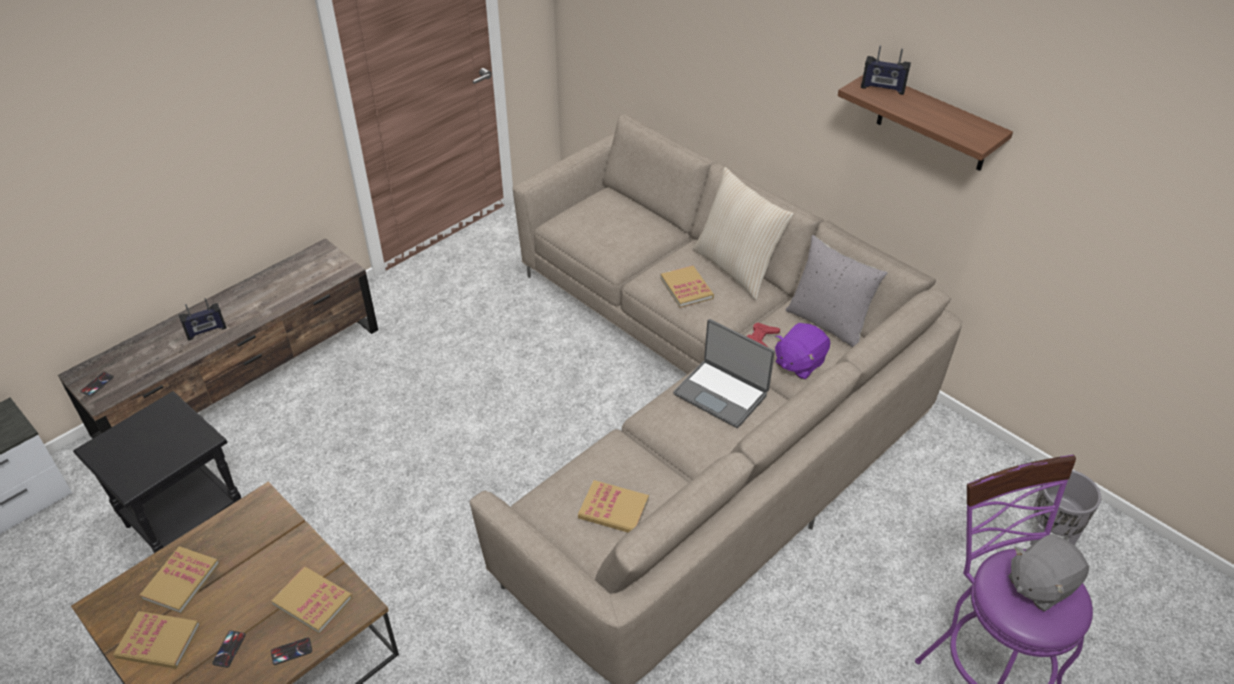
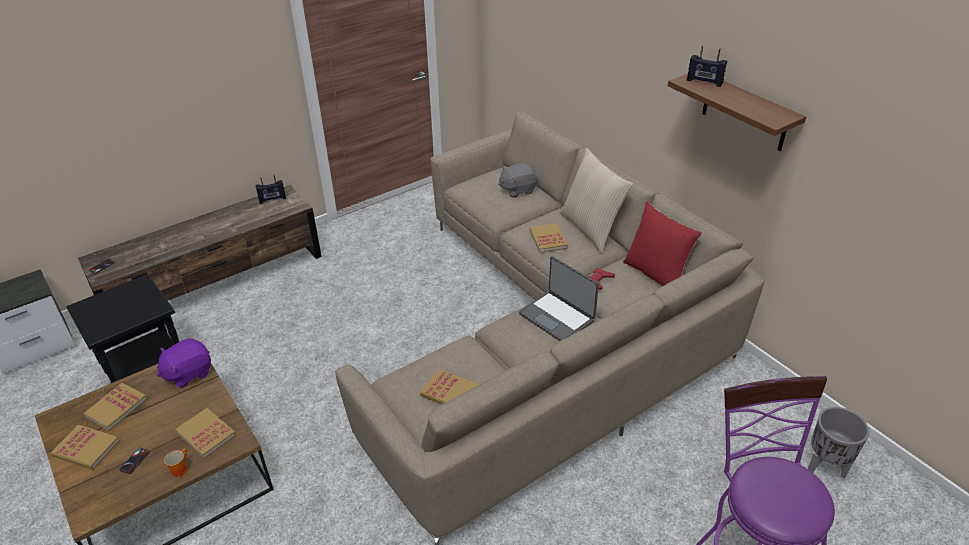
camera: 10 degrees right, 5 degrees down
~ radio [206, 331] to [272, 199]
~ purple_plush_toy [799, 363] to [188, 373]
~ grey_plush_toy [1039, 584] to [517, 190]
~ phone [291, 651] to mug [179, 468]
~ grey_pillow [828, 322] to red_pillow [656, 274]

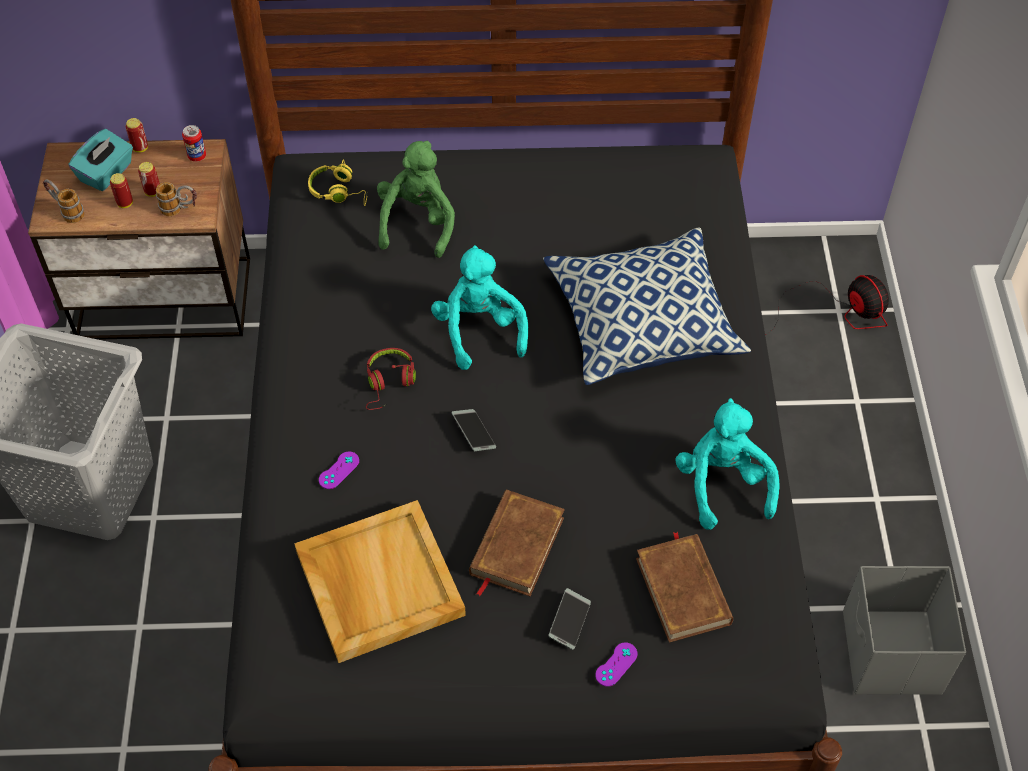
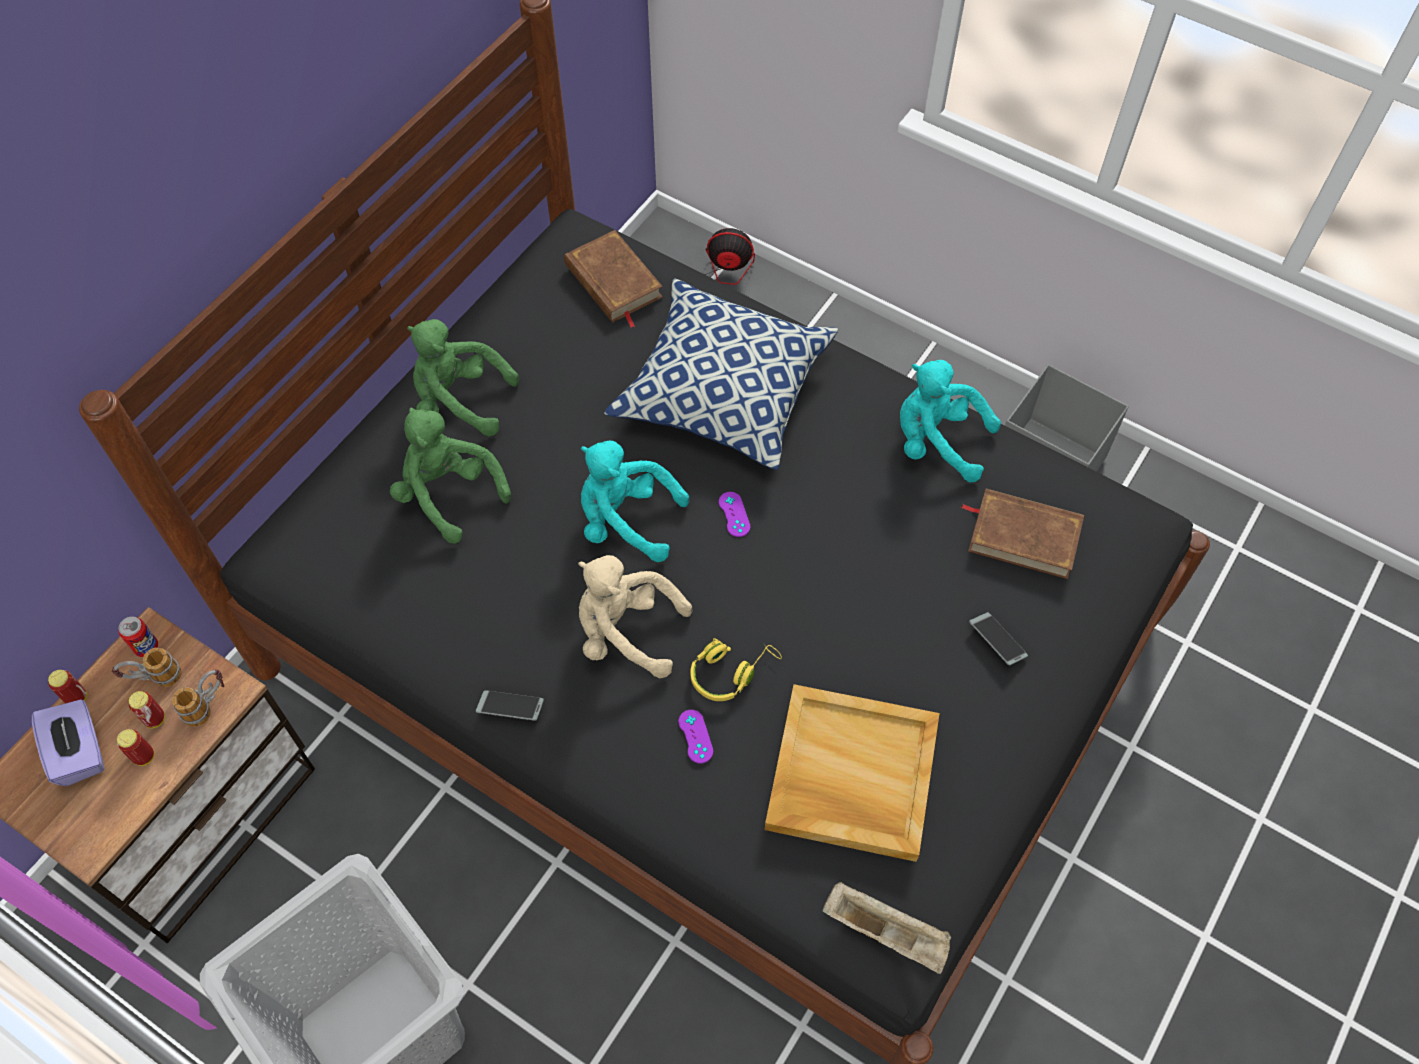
camera: 55 degrees left, 5 degrees up
+ green_plush_toy [460, 401]
+ beige_tray [887, 932]
~ mug [66, 211] to [154, 679]
~ yellow_headphones [339, 191] to [730, 672]
~ phone [473, 433] to [510, 708]
~ brown_book [516, 546] to [613, 282]
~ purple_game_controller [616, 664] to [734, 514]
~ red_headphones [389, 383] to beige_plush_toy [626, 632]
~ turquoise_tissue_box [107, 173] to purple_tissue_box [80, 752]

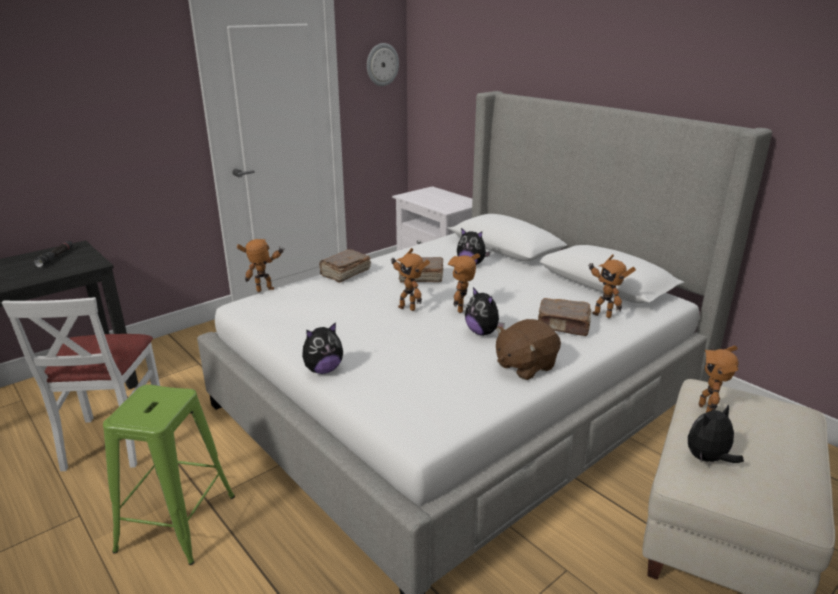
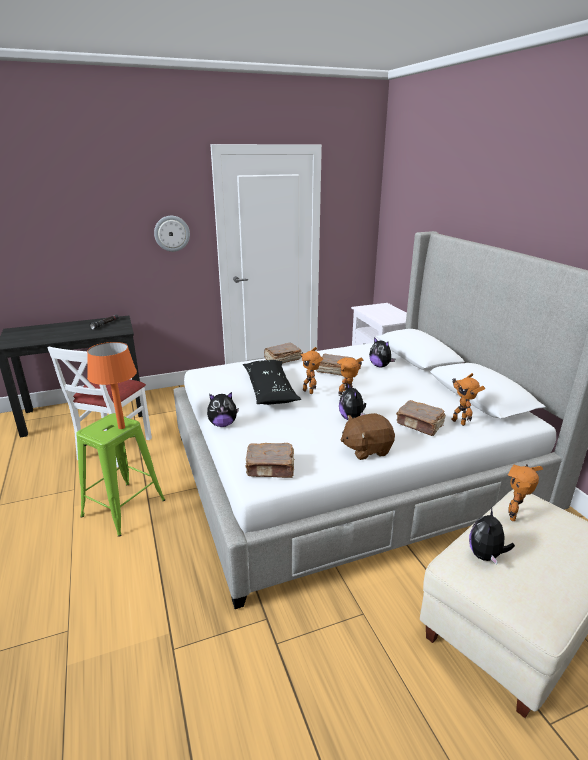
camera: 20 degrees right, 0 degrees up
- toy_robot [266, 291]
+ orange_table_lamp [122, 427]
+ black_pillow [270, 390]
+ brown_book [271, 468]
~ wall_clock [382, 64] to [172, 233]
~ plush_toy [708, 459] = [486, 555] 60 degrees counterclockwise

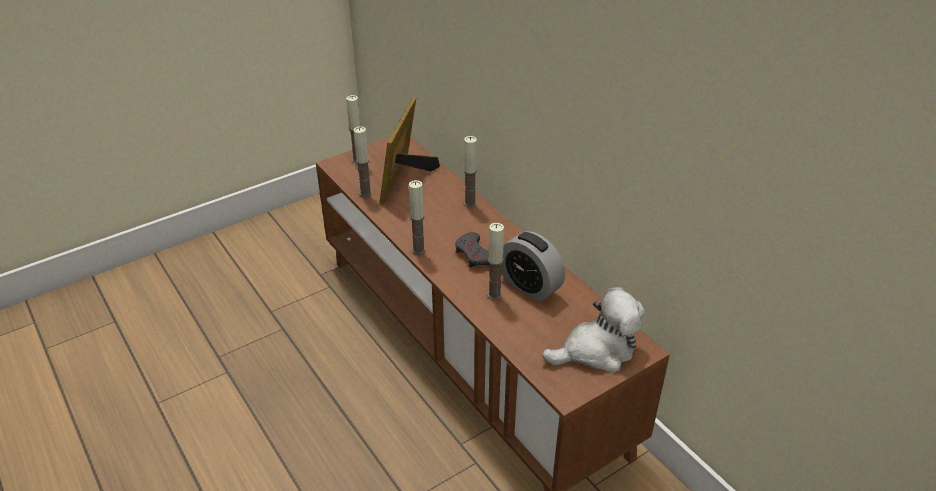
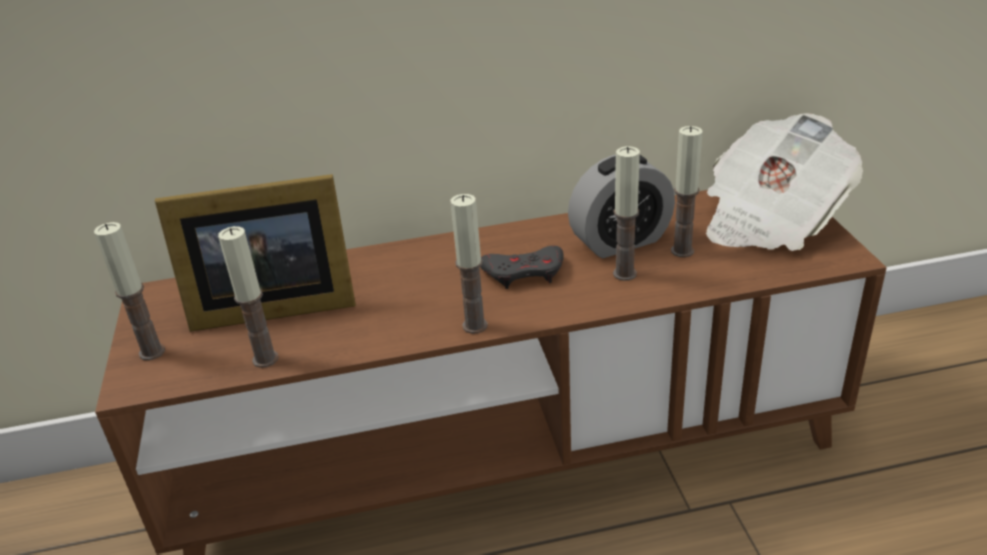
camera: 65 degrees left, 5 degrees down
~ candle [470, 203] to [682, 251]
~ plush_toy [596, 350] to newspaper [770, 219]
~ picture_frame [405, 179] = [268, 306] 45 degrees counterclockwise

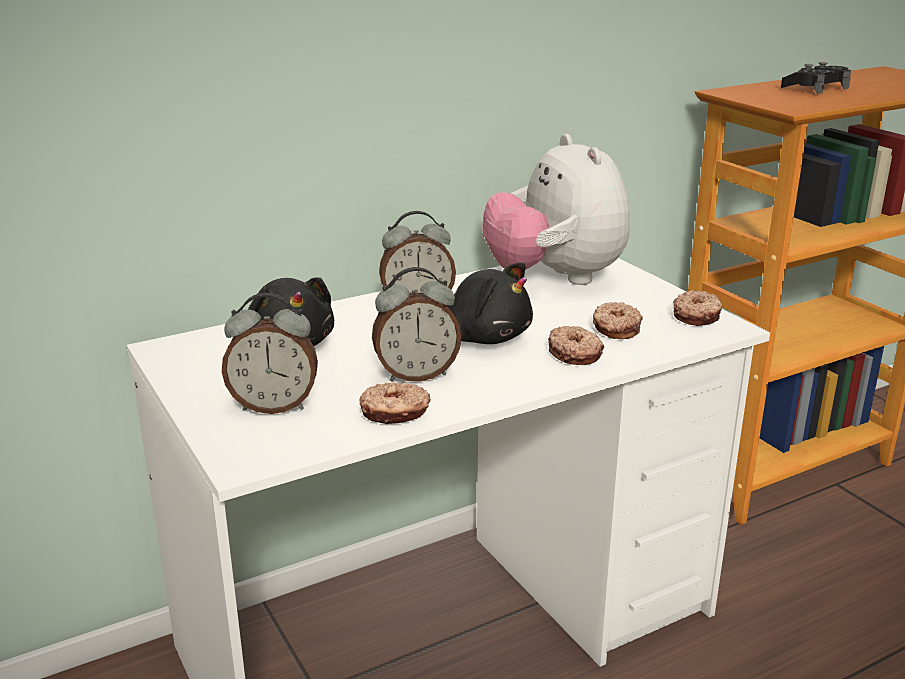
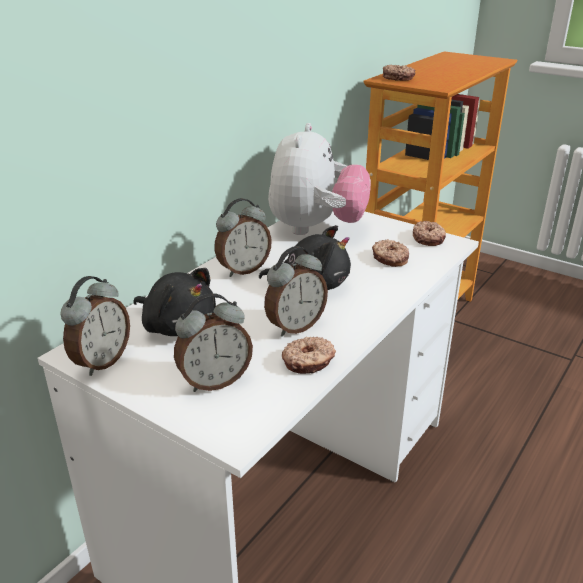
camera: 25 degrees left, 5 degrees up
- black_game_controller [815, 88]
+ alarm_clock [101, 361]
~ donut [575, 353] to [398, 78]
~ plush_toy [555, 278] = [316, 228] 120 degrees counterclockwise

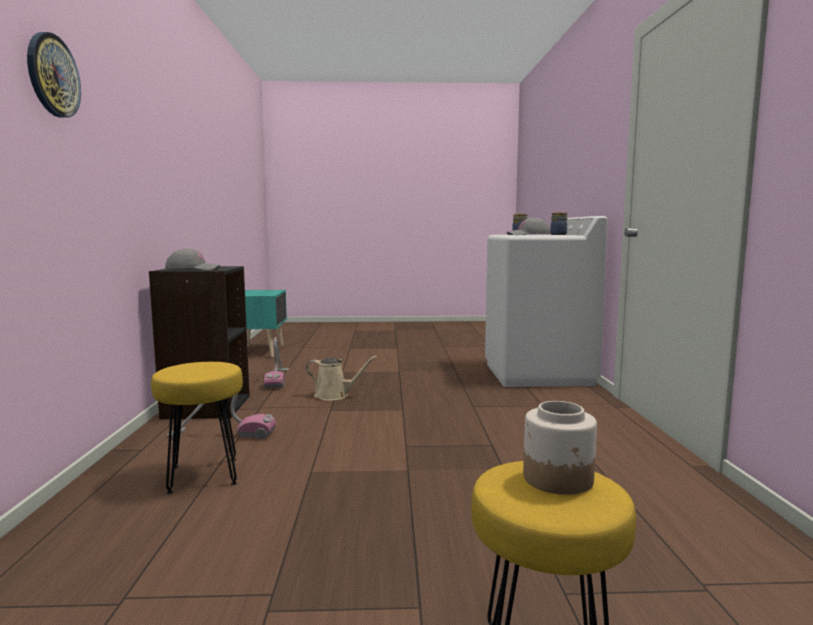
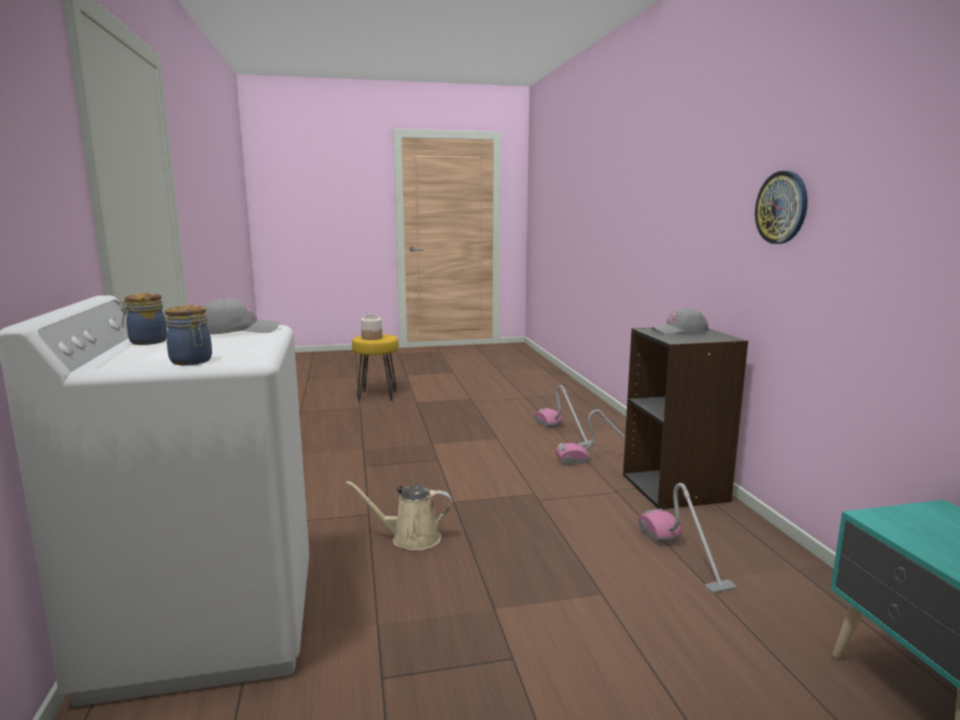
camera: 170 degrees right, 5 degrees up
~ wall_clock [52, 76] to [782, 207]
~ beige_watering_can [334, 395] to [410, 538]
~ yellow_stool [204, 475] to vacuum_cleaner [563, 432]

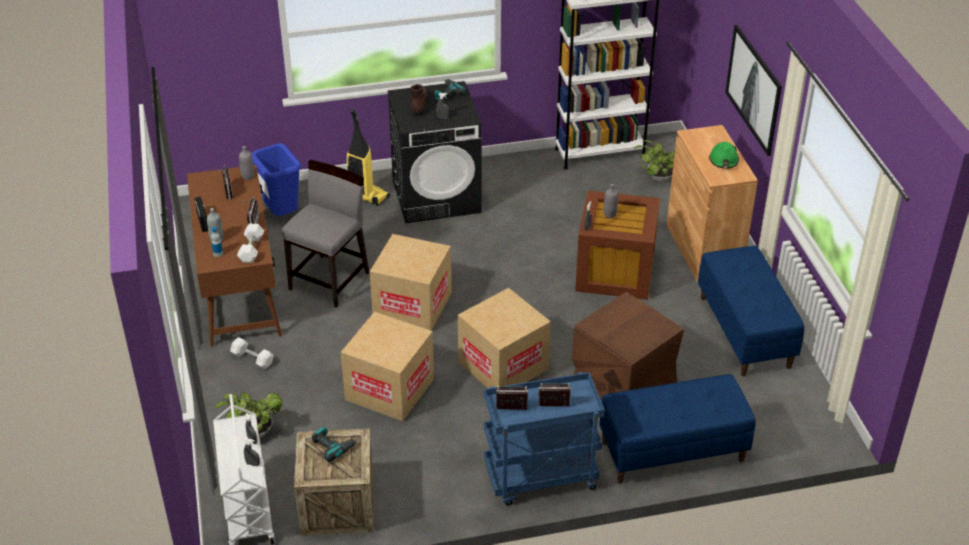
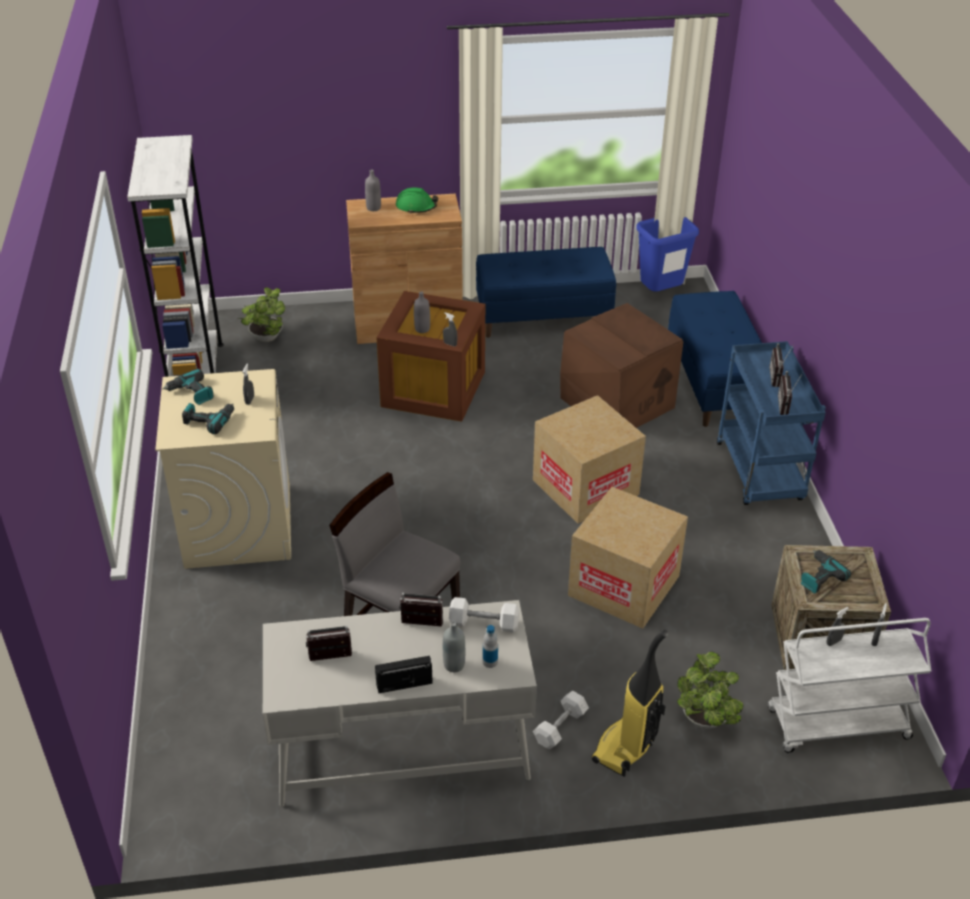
camera: 85 degrees left, 0 degrees up
- cardboard_box [412, 305]
- picture [753, 89]
~ grey_bottle [248, 176] to [373, 208]
~ blue_trash_can [282, 215] to [659, 294]
~ vacuum_cleaner [366, 196] to [626, 748]
~ brown_boot [418, 105] to power_drill [209, 420]
~ brown_desk [239, 289] to white_desk [401, 748]
~ black_washing_machine [437, 196] to beige_washing_machine [238, 525]

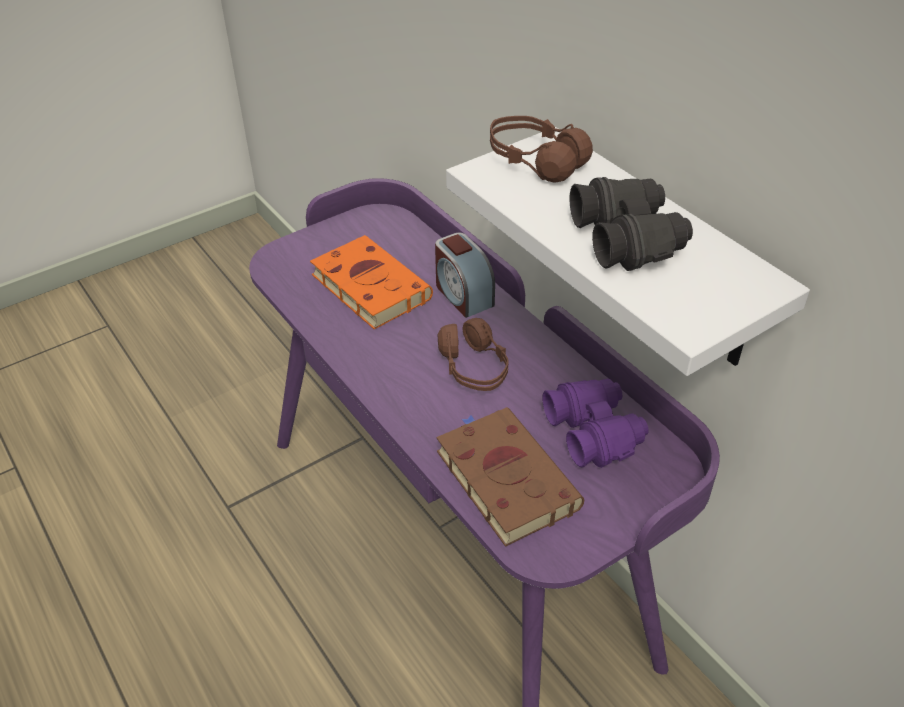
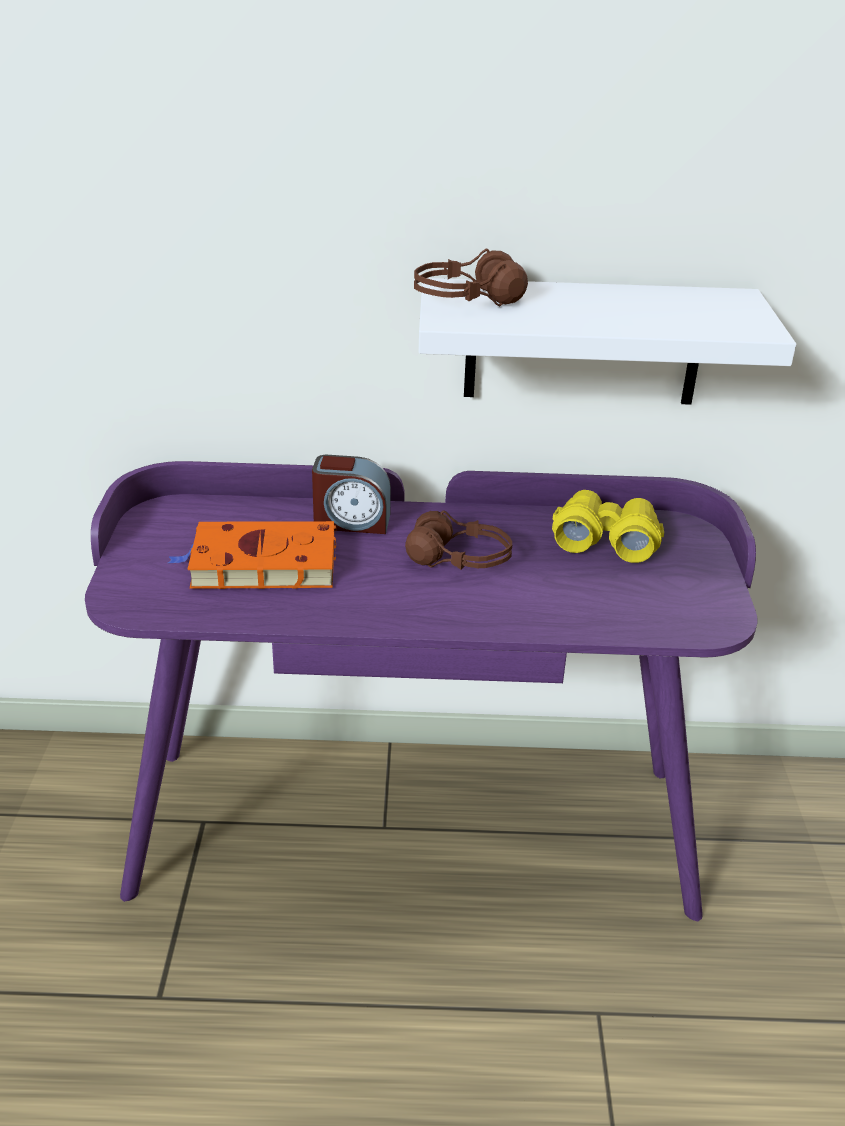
camera: 55 degrees left, 10 degrees down
- brown_book [503, 477]
- black_binoculars [628, 238]
~ purple_binoculars [594, 431] to yellow_binoculars [605, 540]

